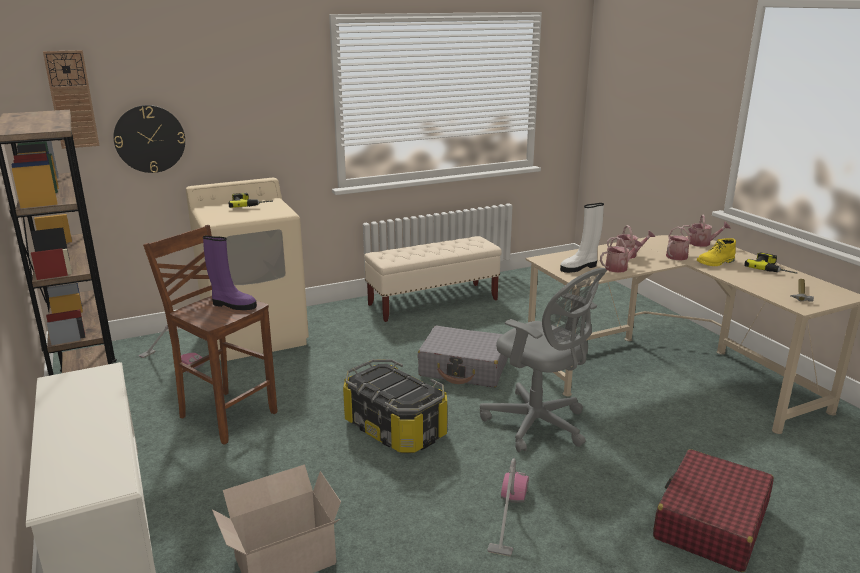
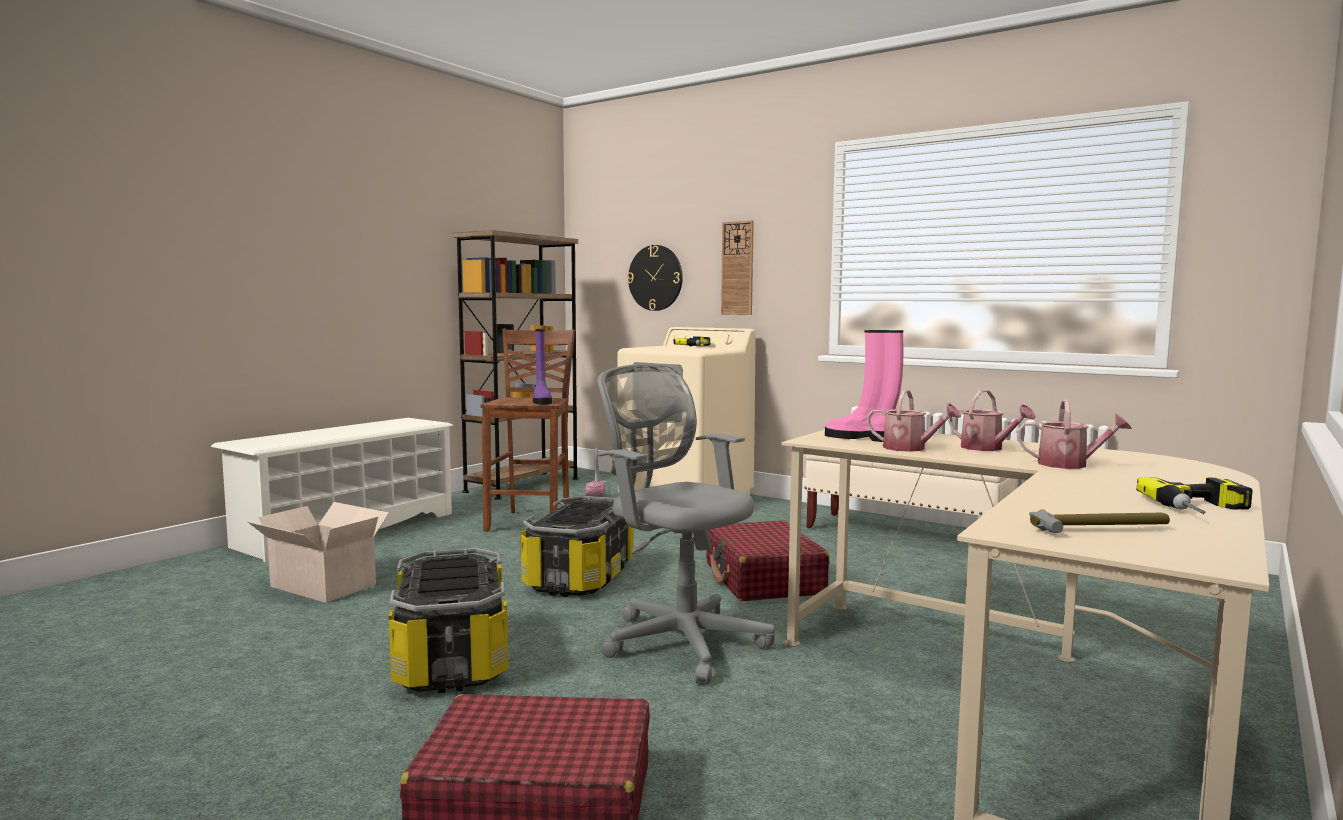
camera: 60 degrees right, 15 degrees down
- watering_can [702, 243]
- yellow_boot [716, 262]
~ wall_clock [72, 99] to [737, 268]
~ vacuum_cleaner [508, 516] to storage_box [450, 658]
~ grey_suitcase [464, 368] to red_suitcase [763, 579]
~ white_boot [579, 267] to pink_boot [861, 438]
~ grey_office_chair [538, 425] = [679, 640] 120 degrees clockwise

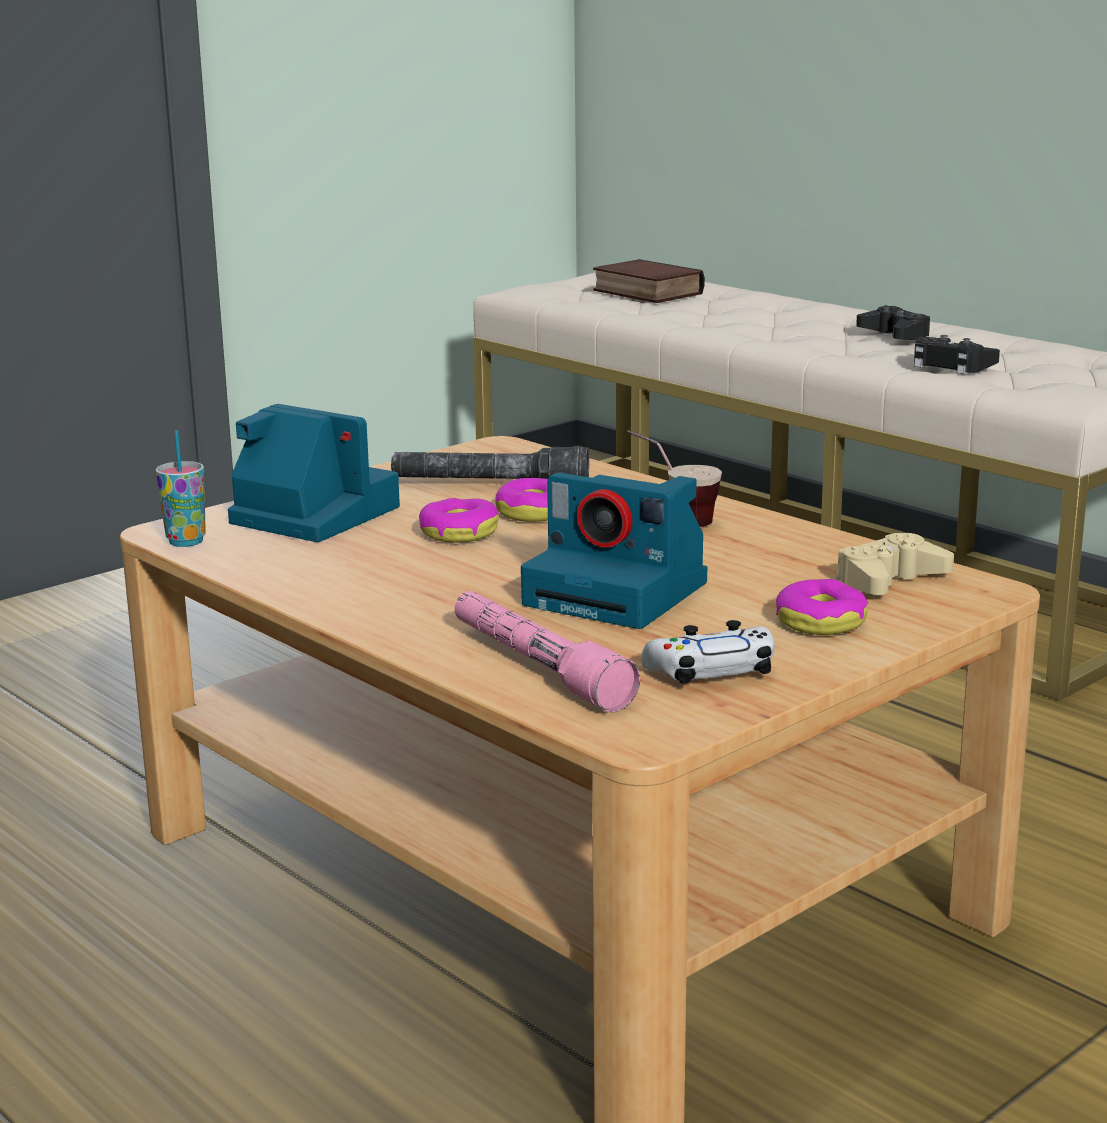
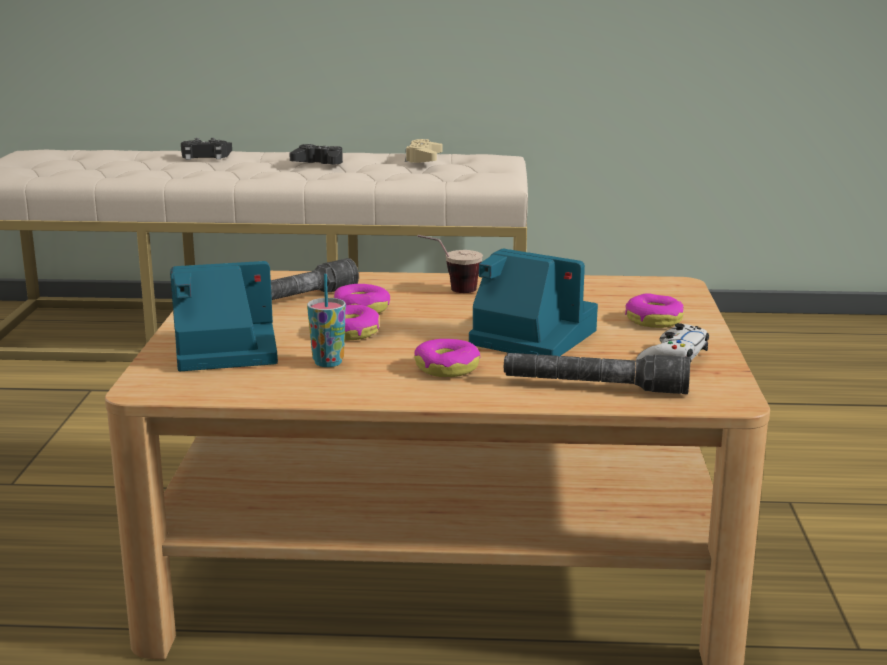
camera: 45 degrees left, 0 degrees up
- book [644, 292]
+ donut [447, 368]
~ cup [186, 541] to [328, 362]
~ beige_game_controller [889, 580] to [423, 158]
~ black_game_controller [951, 365] to [205, 156]
~ pink_flashlight [538, 667] to grey_flashlight [594, 386]
~ photo_camera [621, 594] = [529, 337] 135 degrees counterclockwise

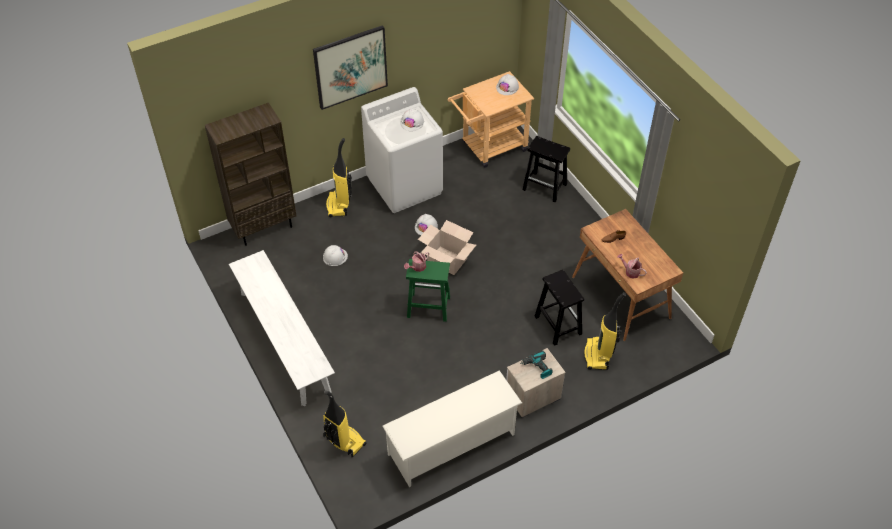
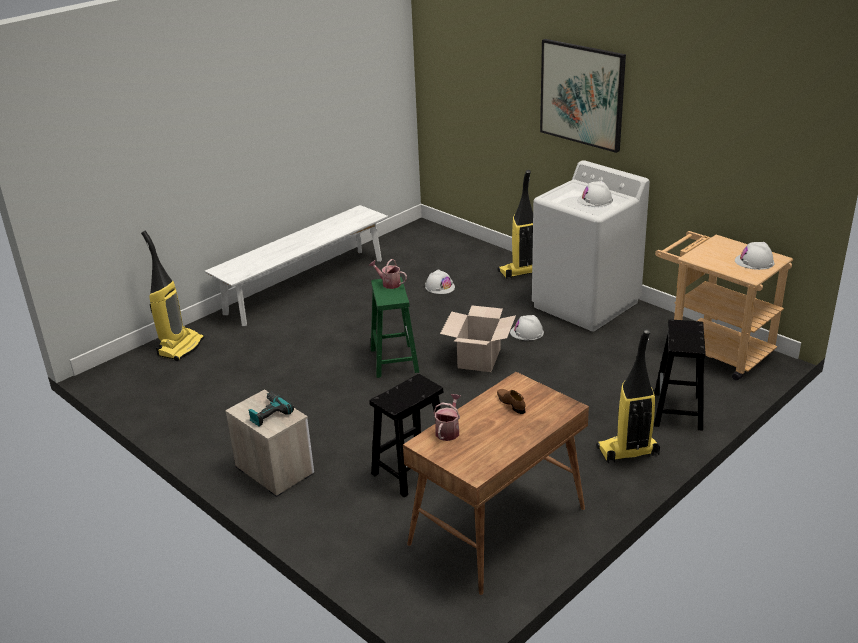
camera: 75 degrees right, 20 degrees down
- brown_bookcase [264, 227]
- white_shoe_rack [452, 444]
~ vacuum_cleaner [598, 355] to [627, 452]

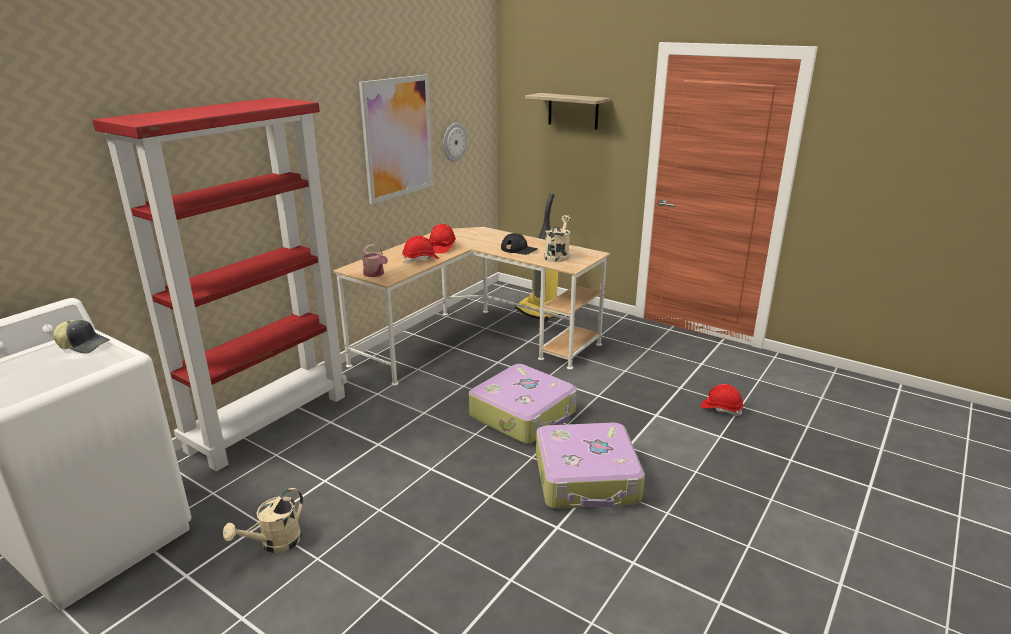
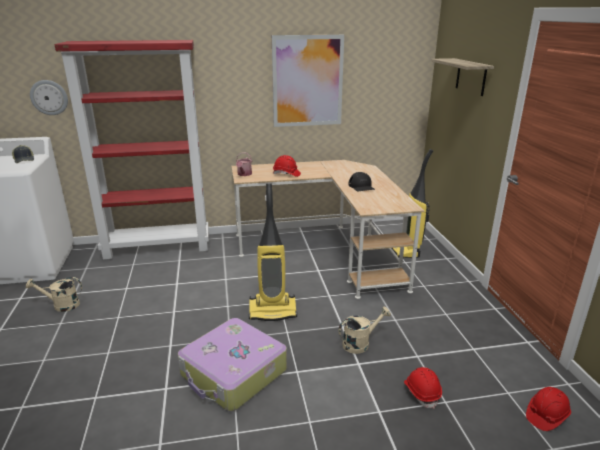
camera: 45 degrees right, 0 degrees up
~ red_hard_hat [442, 248] to [546, 415]
~ wall_clock [454, 142] to [49, 97]
~ beige_watering_can [557, 255] to [360, 343]
~ suitcase [524, 415] to vacuum_cleaner [273, 311]

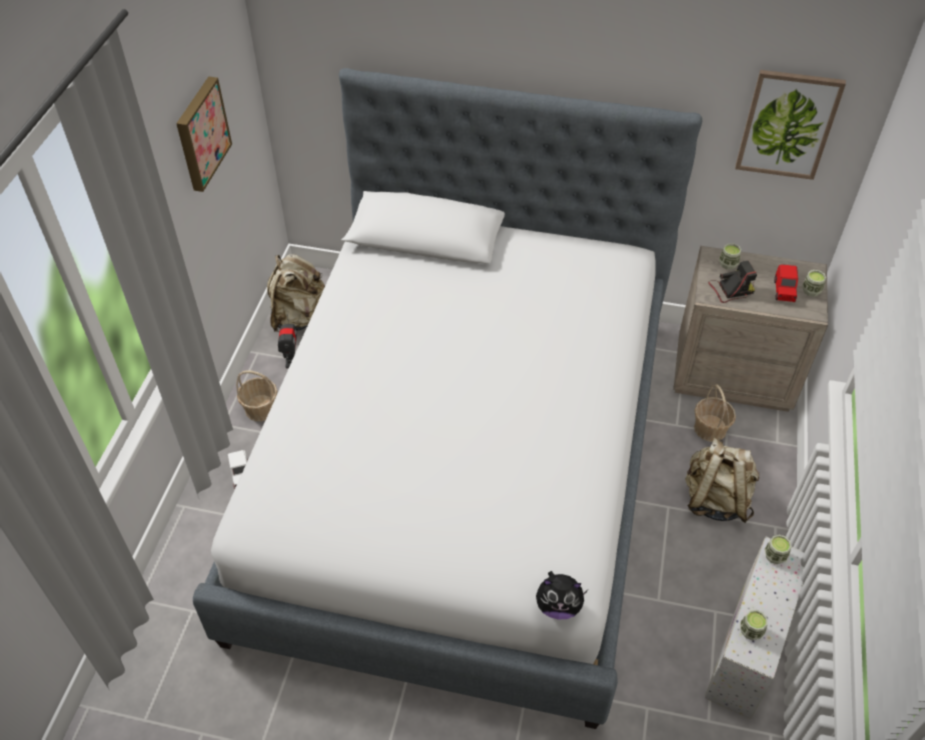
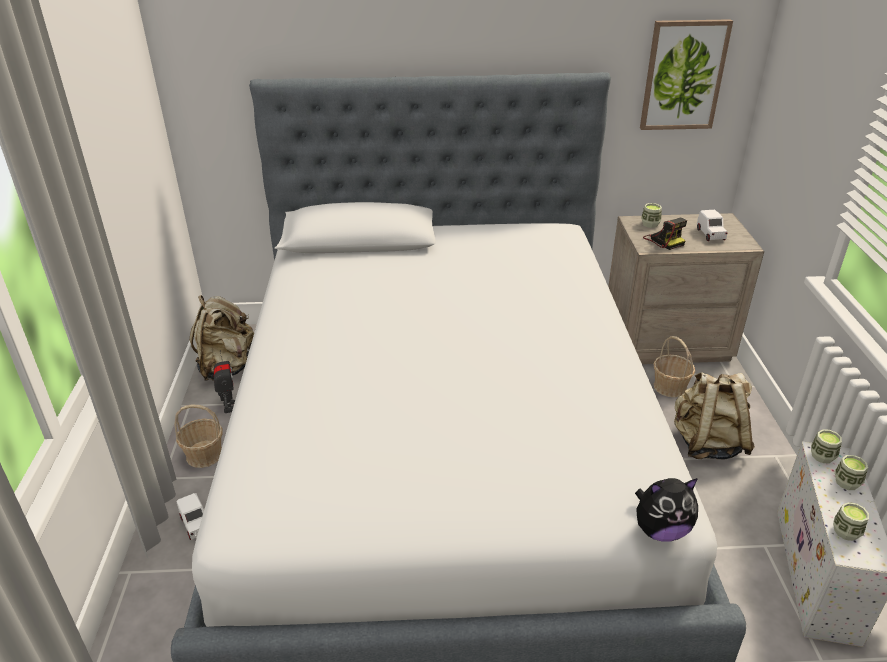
camera: 15 degrees left, 15 degrees down
- picture [201, 133]
~ cup [811, 291] to [846, 482]
~ red_toy_car [784, 291] to white_toy_car [710, 234]
~ photo_camera [730, 290] = [663, 240] 90 degrees clockwise

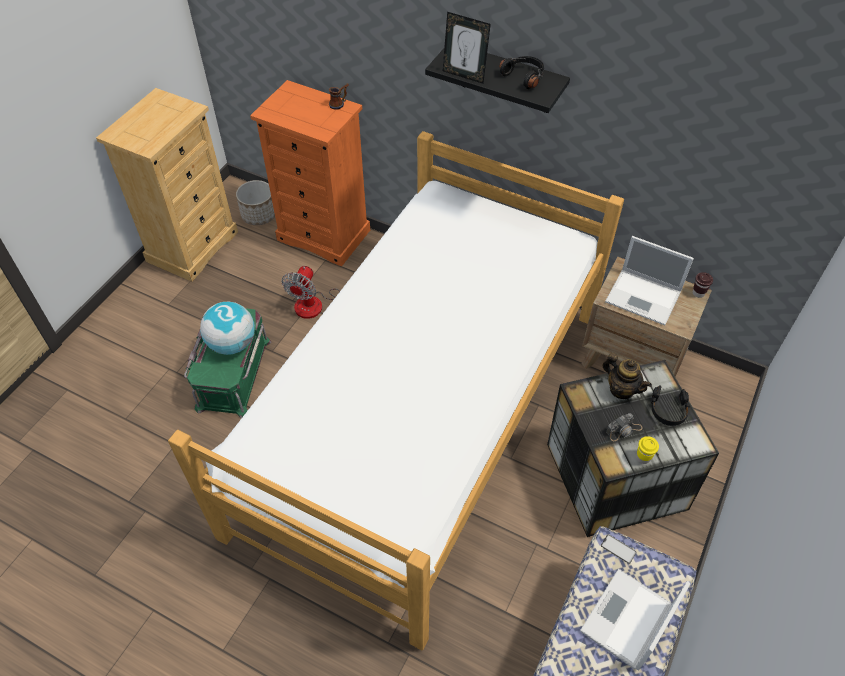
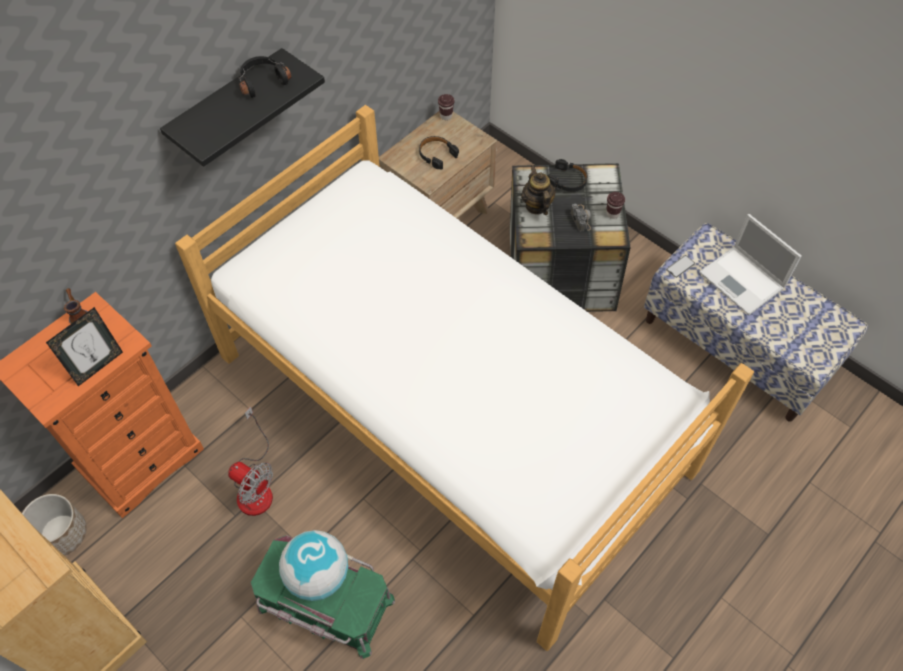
camera: 75 degrees left, 5 degrees up
~ picture_frame [464, 75] to [98, 366]
~ laptop [644, 297] to black_headphones [436, 155]
~ yellow_cup [643, 458] to brown_cup [612, 214]
~ teapot [621, 389] = [536, 206] 75 degrees counterclockwise

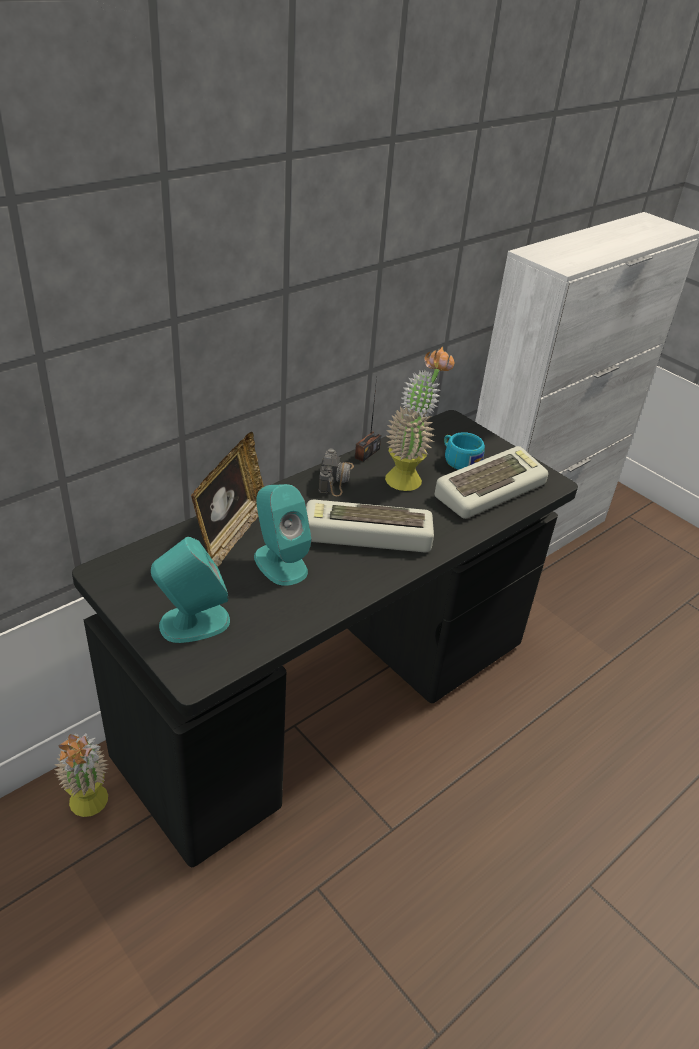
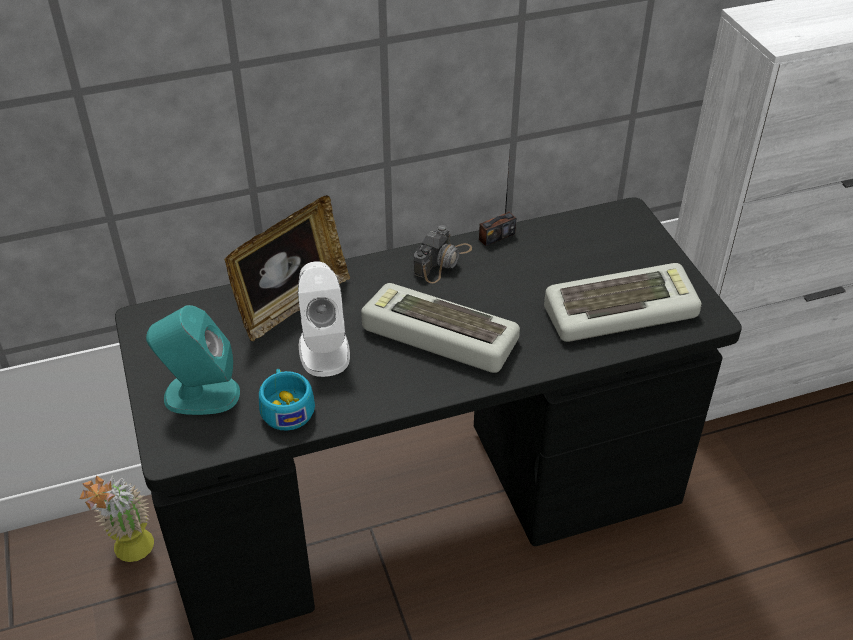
camera: 25 degrees right, 5 degrees up
- potted_plant [409, 476]
~ turquoise_cup [459, 459] to [286, 407]
~ turquoise_speaker [280, 563] to white_speaker [324, 349]

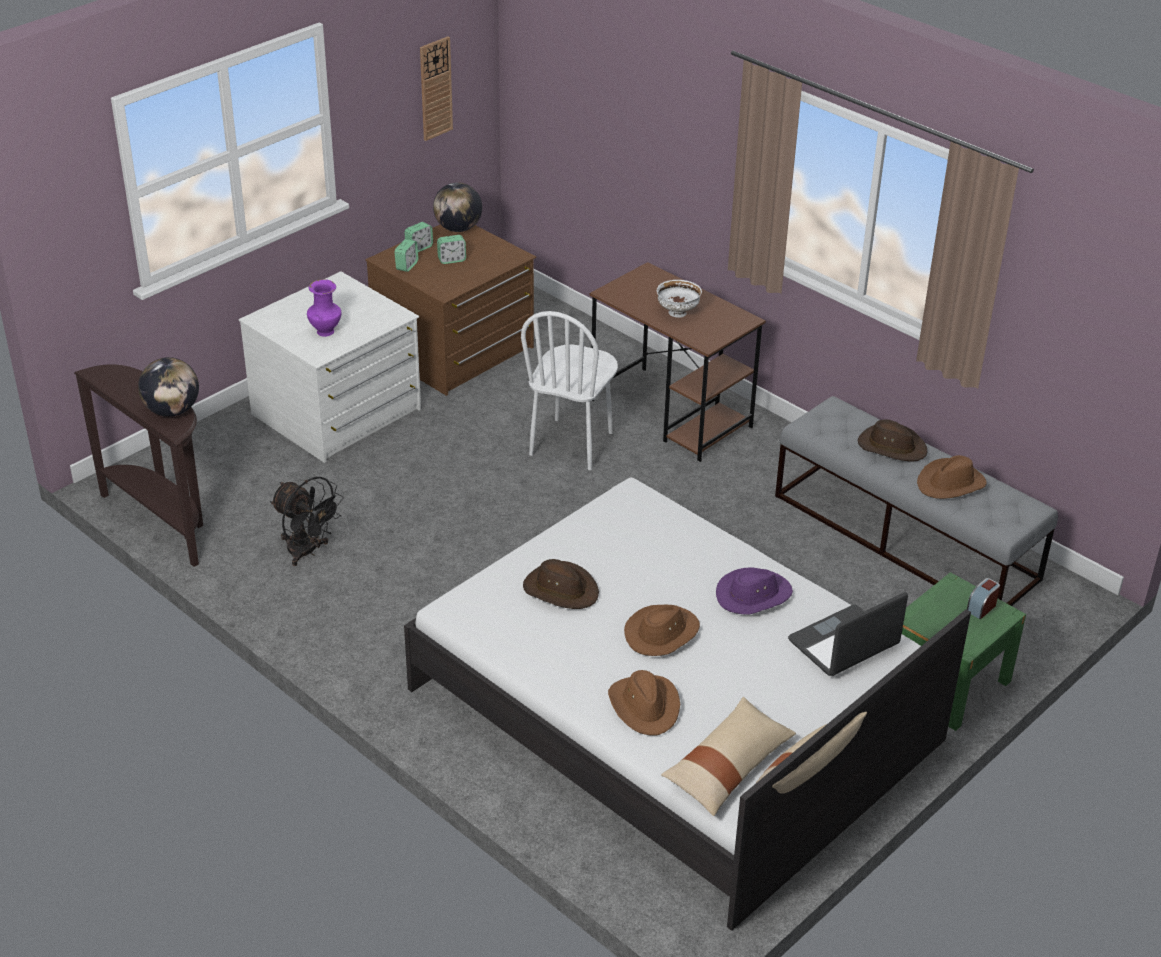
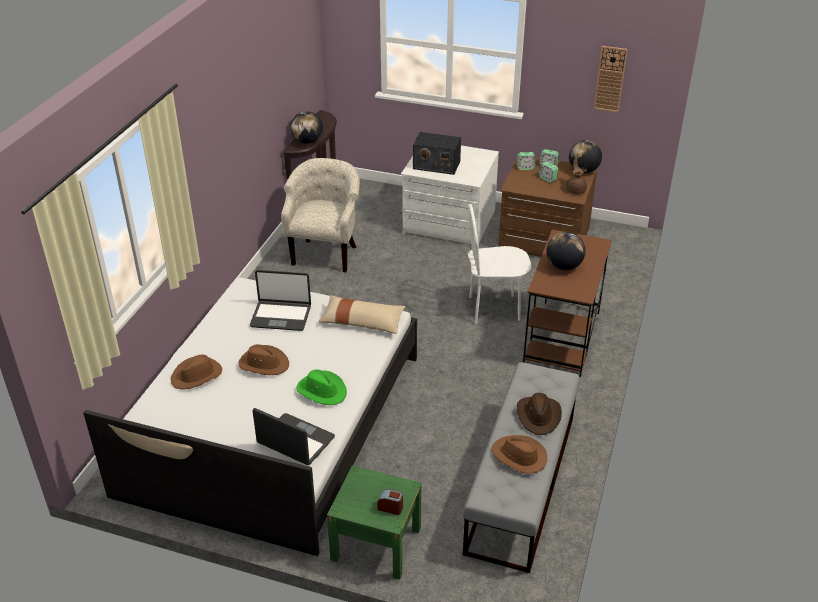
camera: 65 degrees right, 0 degrees up
+ brown_teapot [575, 190]
~ beige_pillow [728, 766] to [362, 321]
~ black_fan [307, 552] to beige_armchair [326, 253]
~ purple_vase [325, 331] to radio [436, 165]
~ brown_hat [561, 589] to laptop [281, 316]
~ white_bowl [677, 312] to globe [563, 266]
~ purple_hat [753, 595] to green_hat [322, 390]

